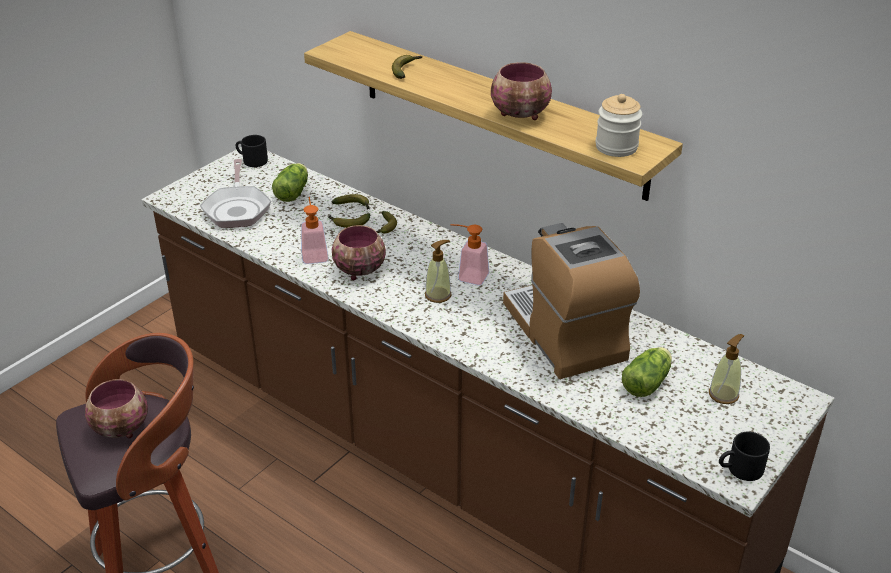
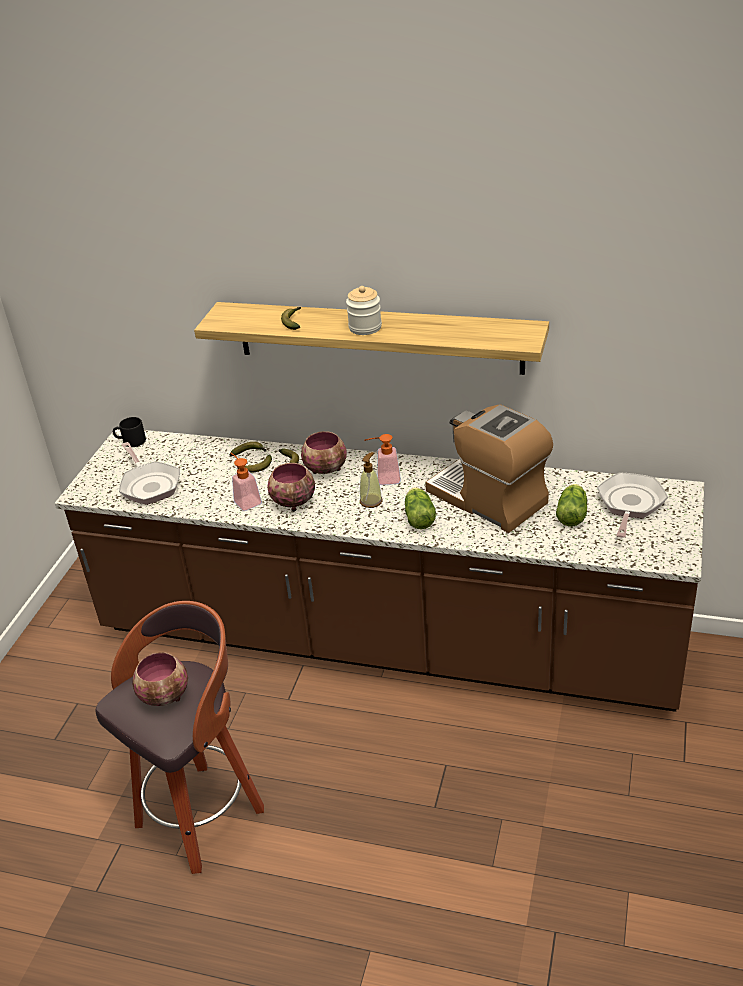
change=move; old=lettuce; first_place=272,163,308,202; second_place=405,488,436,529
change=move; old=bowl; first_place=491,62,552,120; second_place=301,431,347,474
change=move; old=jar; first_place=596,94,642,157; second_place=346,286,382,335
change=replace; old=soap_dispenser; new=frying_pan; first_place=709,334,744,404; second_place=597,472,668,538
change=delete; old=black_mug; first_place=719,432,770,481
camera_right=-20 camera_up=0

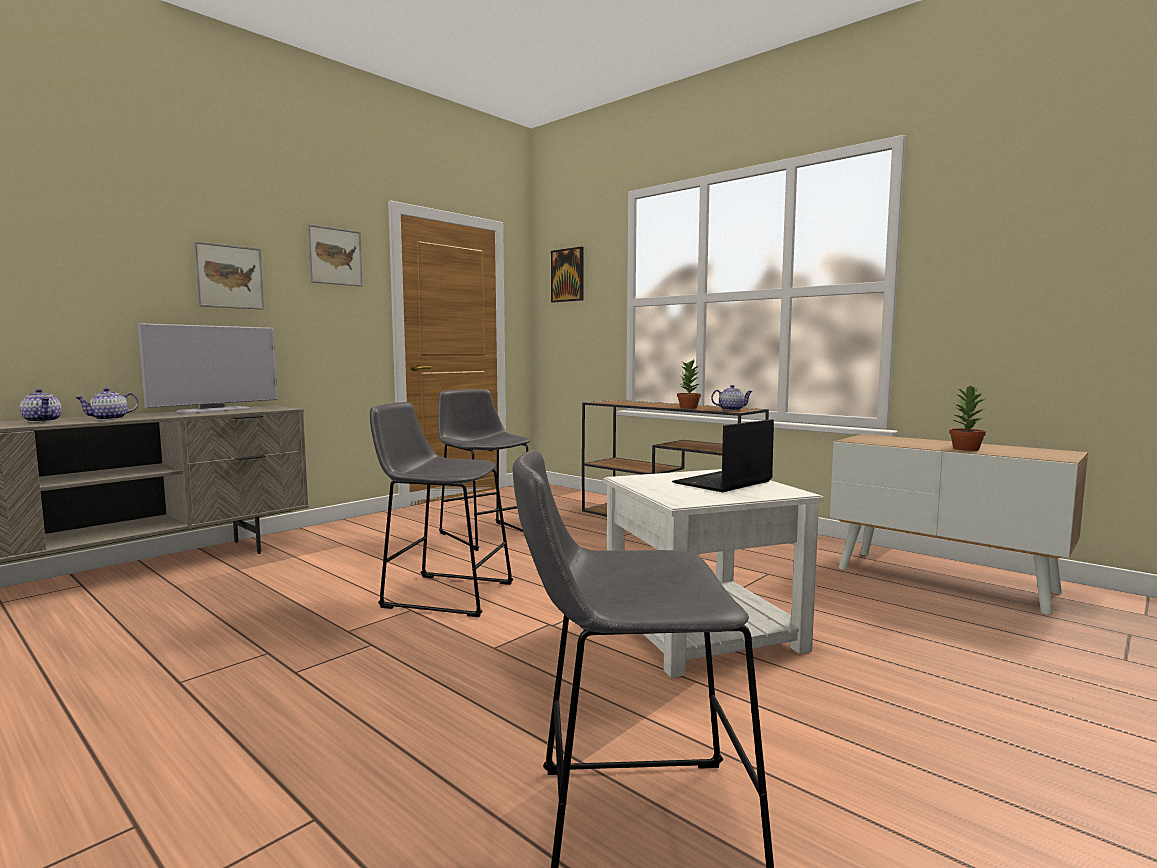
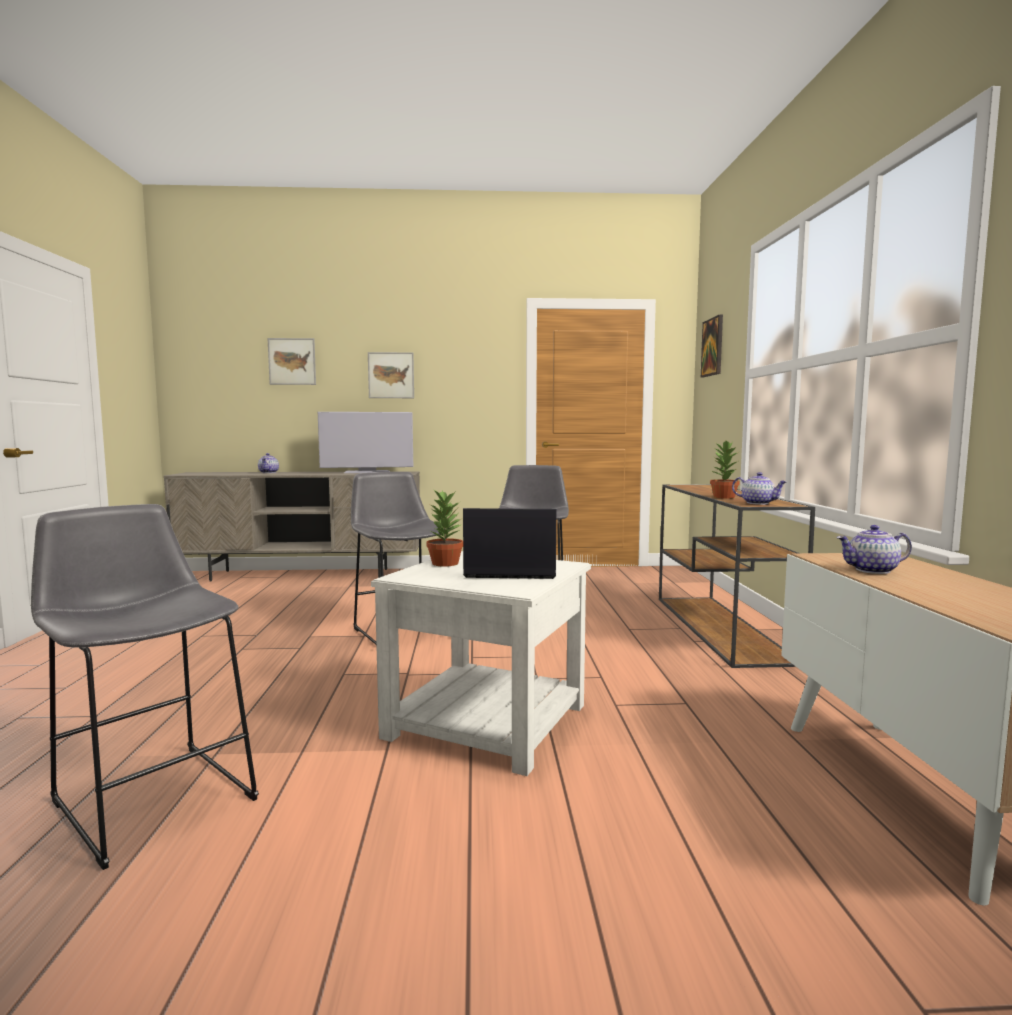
change=move; old=teapot; first_place=75,388,139,420; second_place=837,525,912,574
change=move; old=picture; first_place=307,224,363,287; second_place=267,338,316,385
change=move; old=potted_plant; first_place=949,385,986,451; second_place=427,489,463,567
camera_right=45 camera_up=0

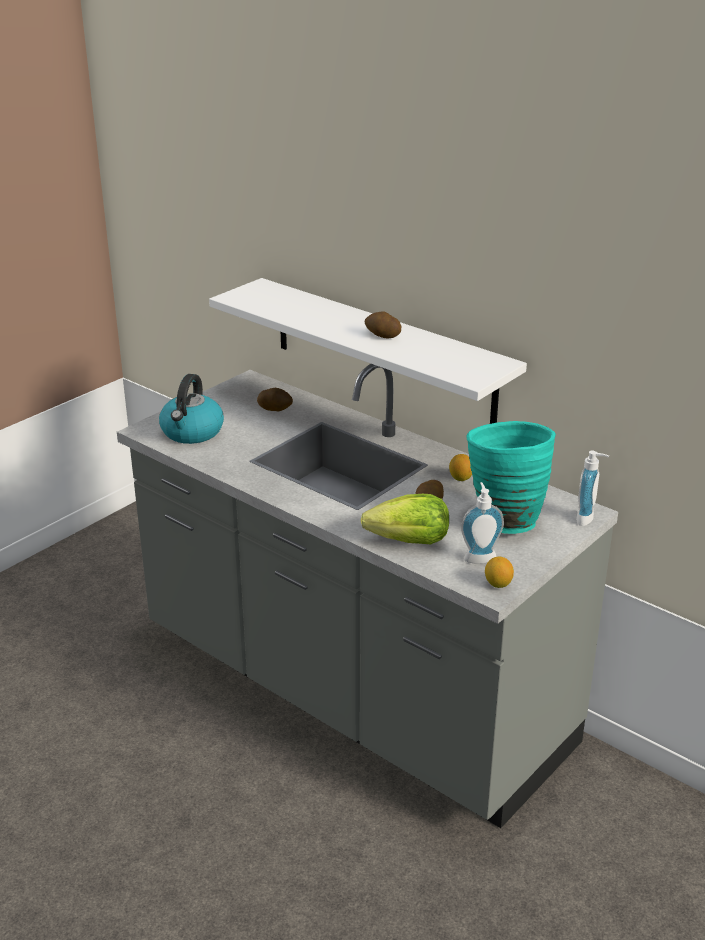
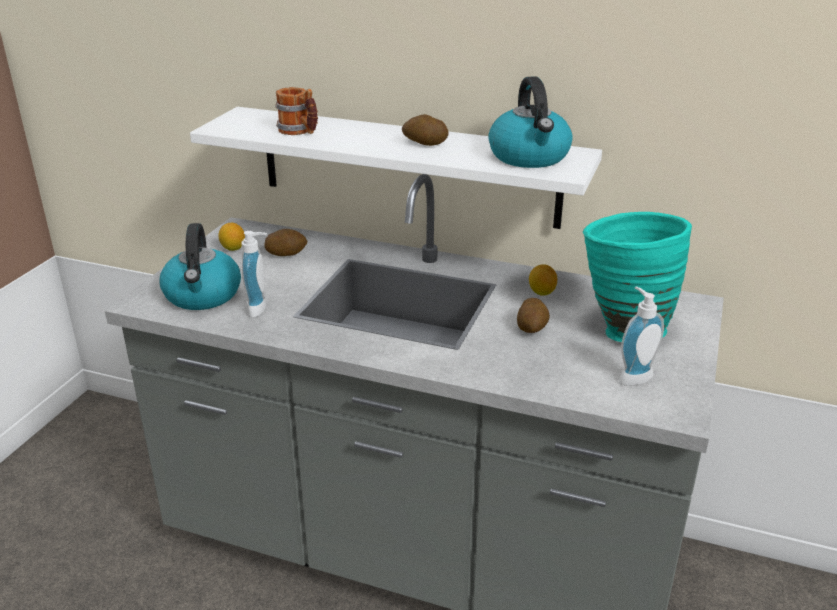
change=delete; old=lettuce; first_place=361,494,449,544
change=move; old=lemon; first_place=485,557,514,588; second_place=218,223,245,251
change=move; old=soap_dispenser; first_place=576,451,609,526; second_place=241,231,267,318
change=insert; new=mug; second_place=275,87,318,135
change=insert; new=kettle; second_place=488,76,573,168
camera_right=-20 camera_up=0

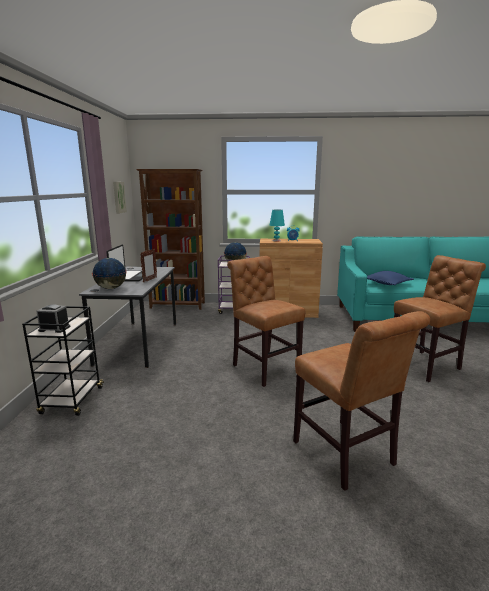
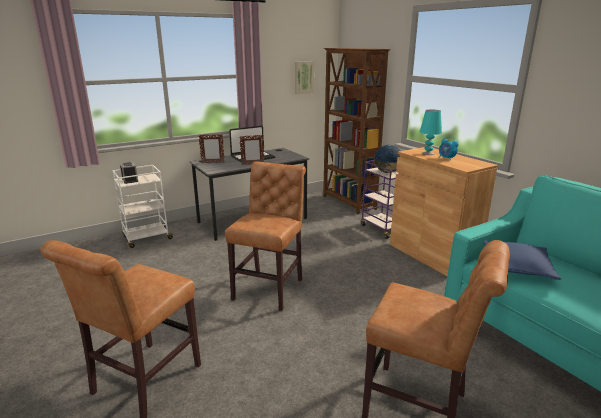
change=recolor; old=black_cart; new=white_cart; first_place=22,306,104,416; second_place=113,165,175,248
change=replace; old=globe; new=picture_frame; first_place=92,258,127,289; second_place=199,134,225,163
camera_right=55 camera_up=5

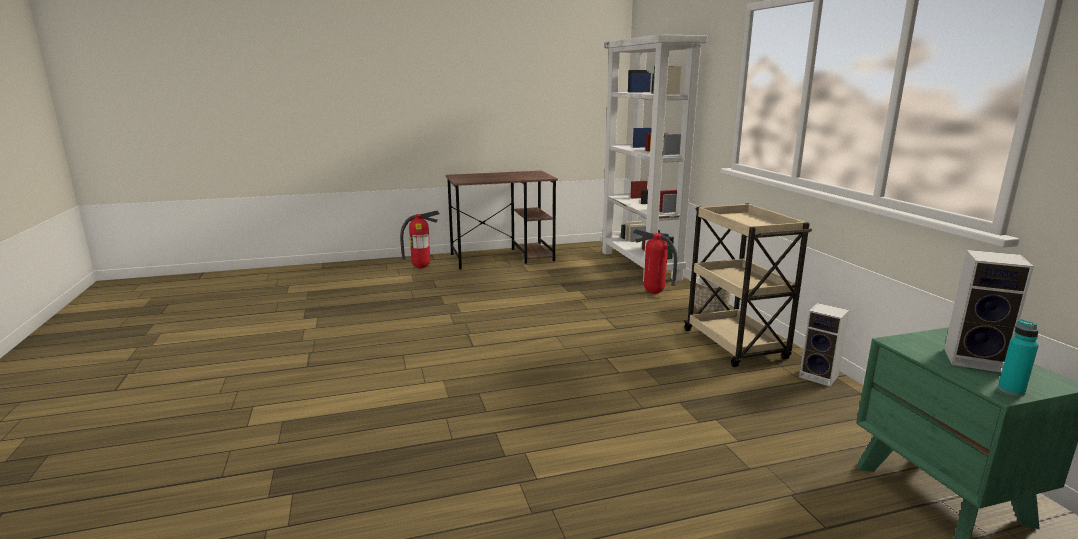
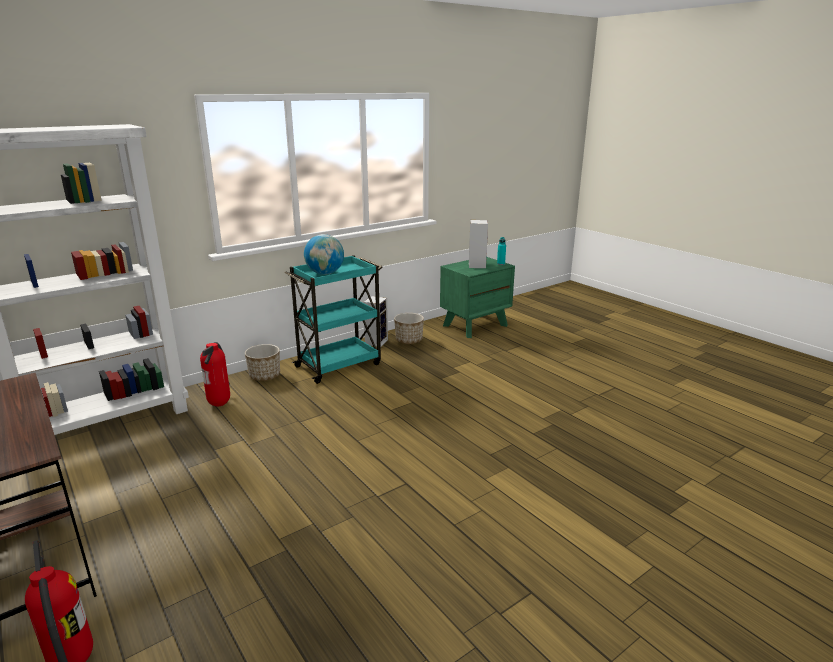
change=recolor; old=beige_cart; new=turquoise_cart; first_place=683,203,812,367; second_place=285,255,383,384
change=insert; new=globe; second_place=304,234,344,275
change=insert; new=planter; second_place=394,313,424,344
camera_right=-110 camera_up=5

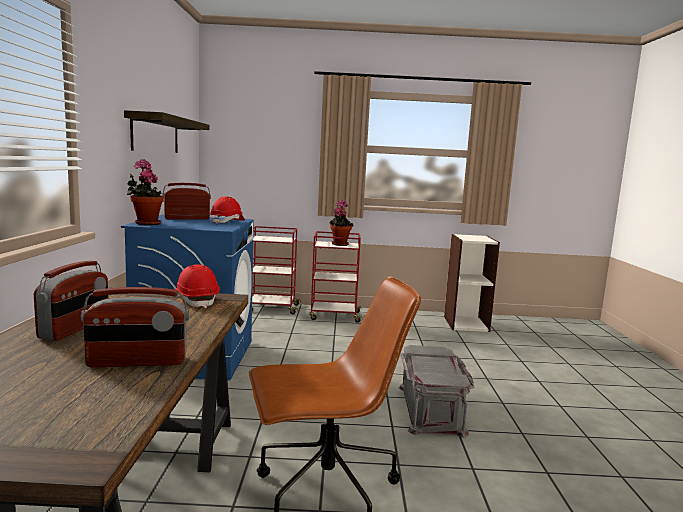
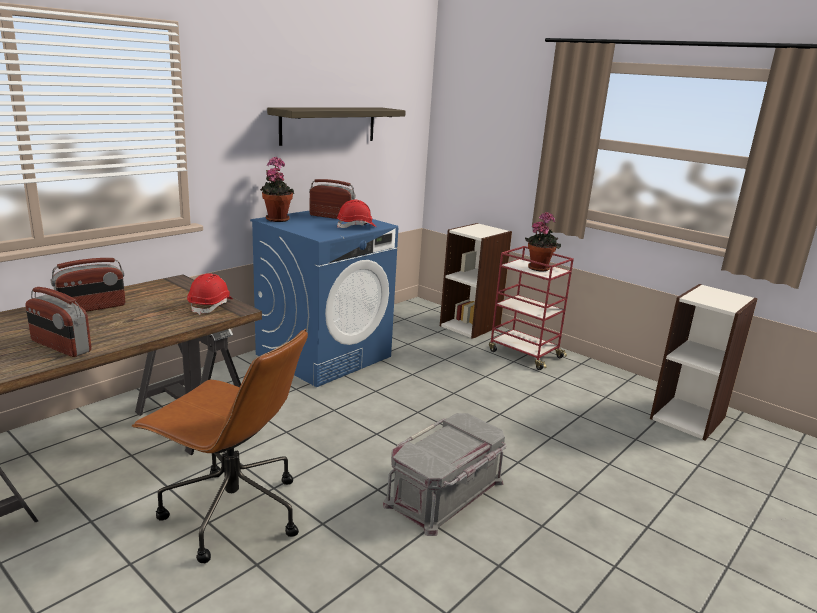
change=replace; old=red_cart; new=bookcase; first_place=252,226,301,314; second_place=440,223,512,339
camera_right=40 camera_up=10

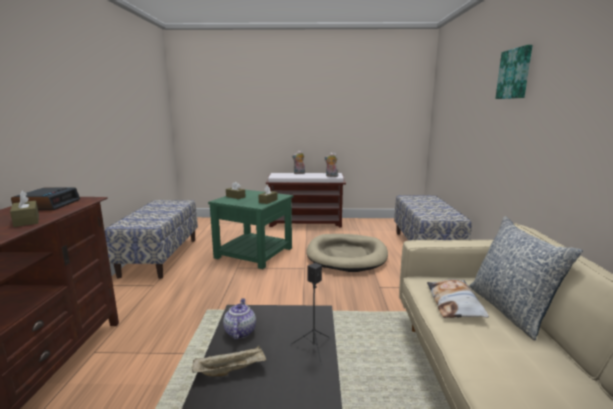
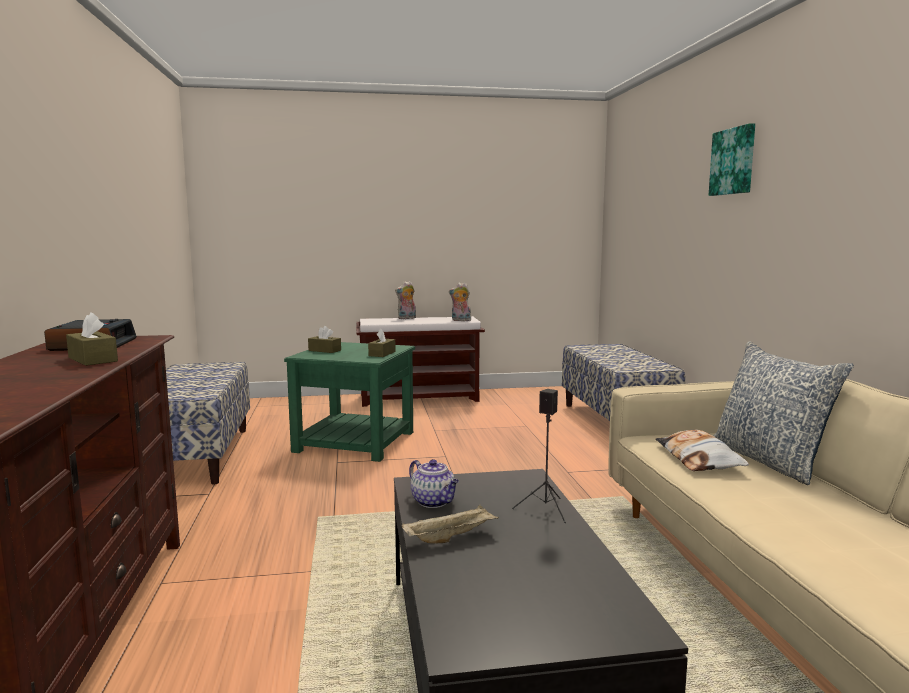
change=rotate; old=teapot; first_place=223,298,256,339; second_place=409,459,459,508; degrees=150
change=delete; old=beige_dog_bed; first_place=306,234,388,272
camera_right=-10 camera_up=-5

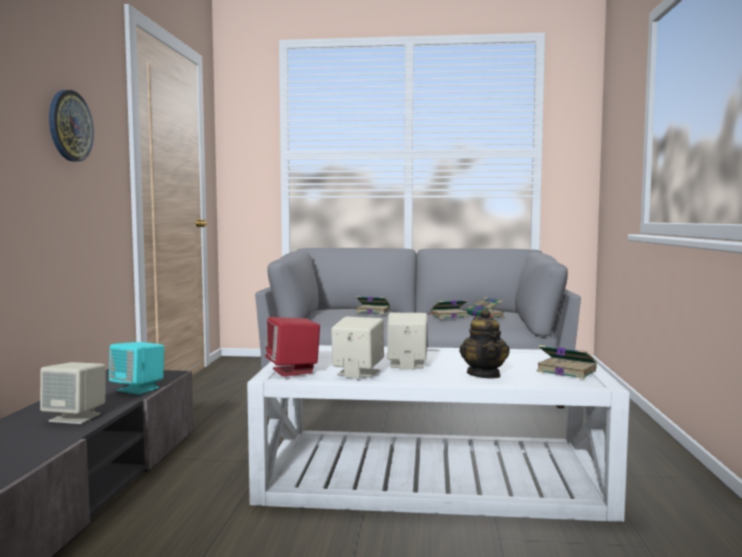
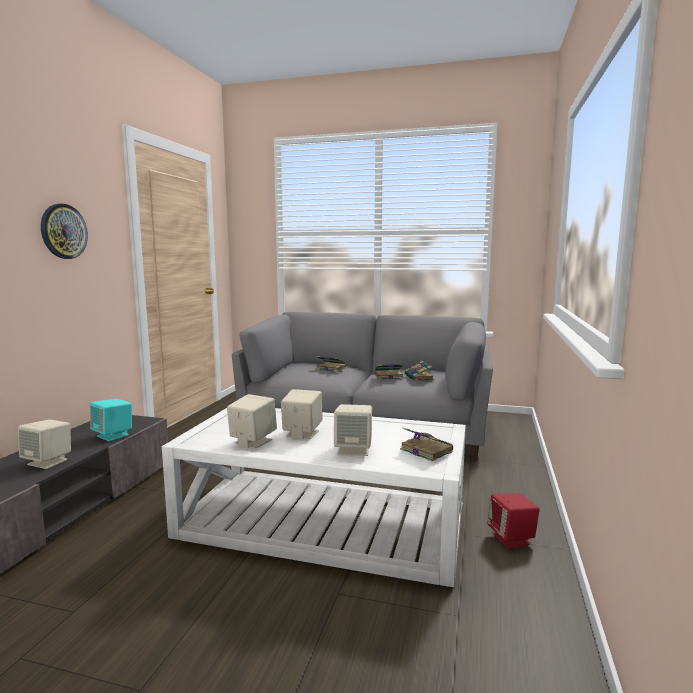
change=move; old=red_speaker; first_place=265,317,320,377; second_place=487,494,539,549
change=replace; old=teapot; new=beige_speaker; first_place=459,308,510,378; second_place=334,404,372,456
camera_right=10 camera_up=5

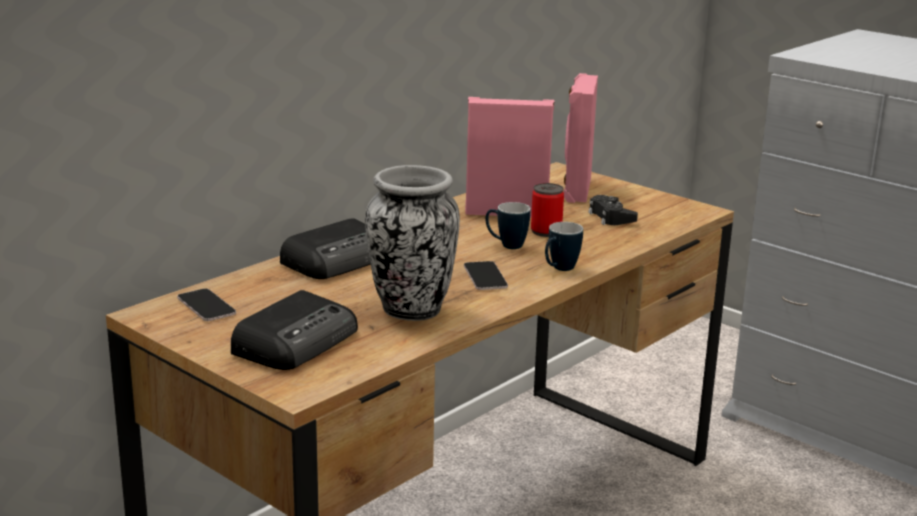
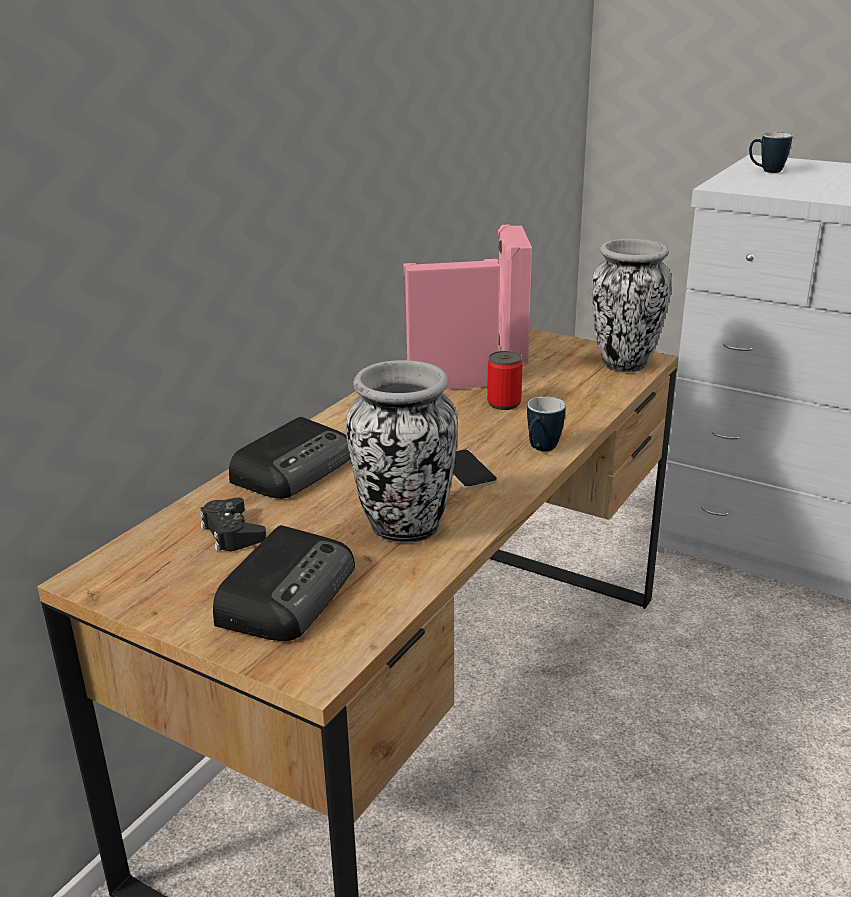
change=delete; old=phone; first_place=177,288,236,321
change=move; old=mug; first_place=485,202,531,249; second_place=749,132,793,173
change=move; old=black_game_controller; first_place=588,195,638,225; second_place=200,497,266,552
change=insert; new=vase; second_place=592,239,672,372
camera_right=-10 camera_up=5

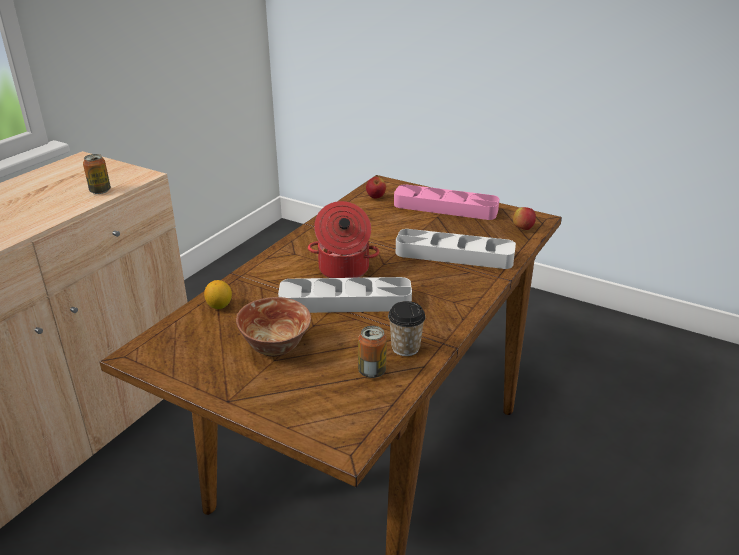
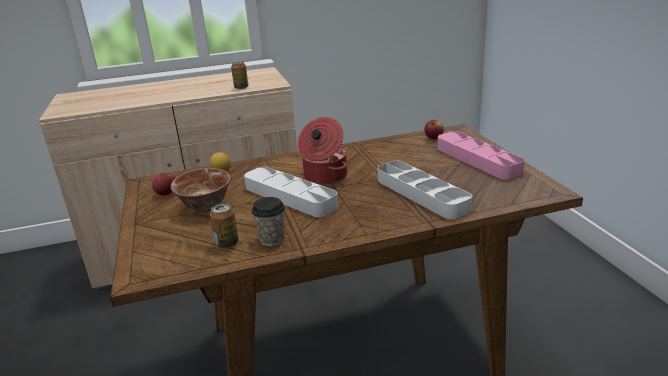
change=move; old=apple; first_place=513,207,536,230; second_place=152,172,175,195
camera_right=45 camera_up=-5

